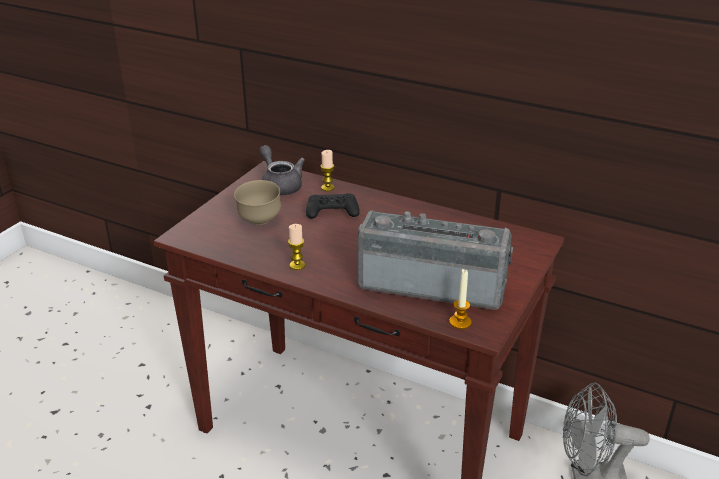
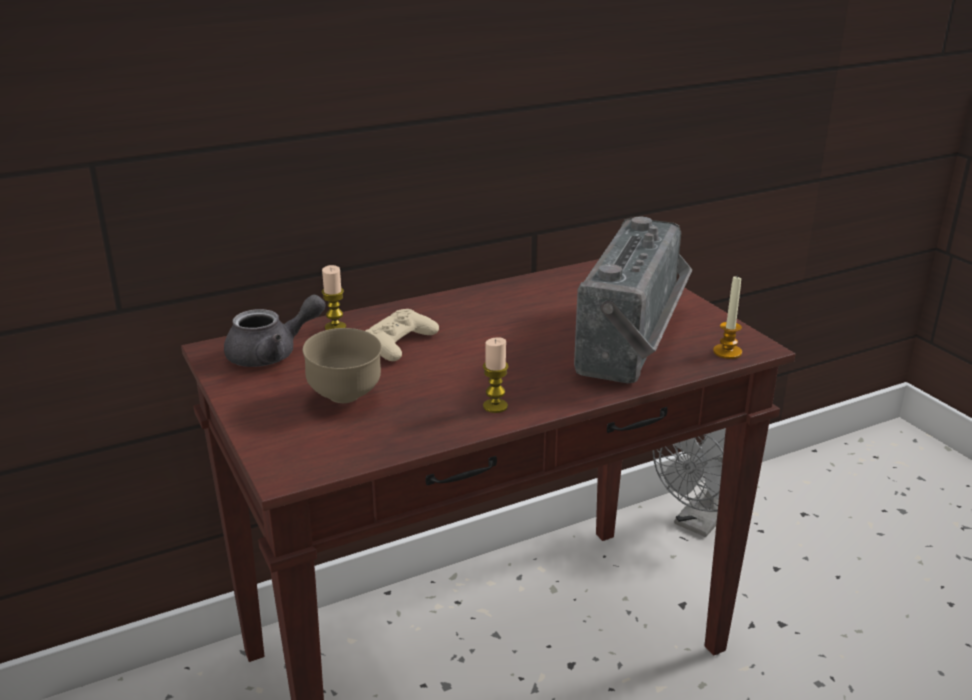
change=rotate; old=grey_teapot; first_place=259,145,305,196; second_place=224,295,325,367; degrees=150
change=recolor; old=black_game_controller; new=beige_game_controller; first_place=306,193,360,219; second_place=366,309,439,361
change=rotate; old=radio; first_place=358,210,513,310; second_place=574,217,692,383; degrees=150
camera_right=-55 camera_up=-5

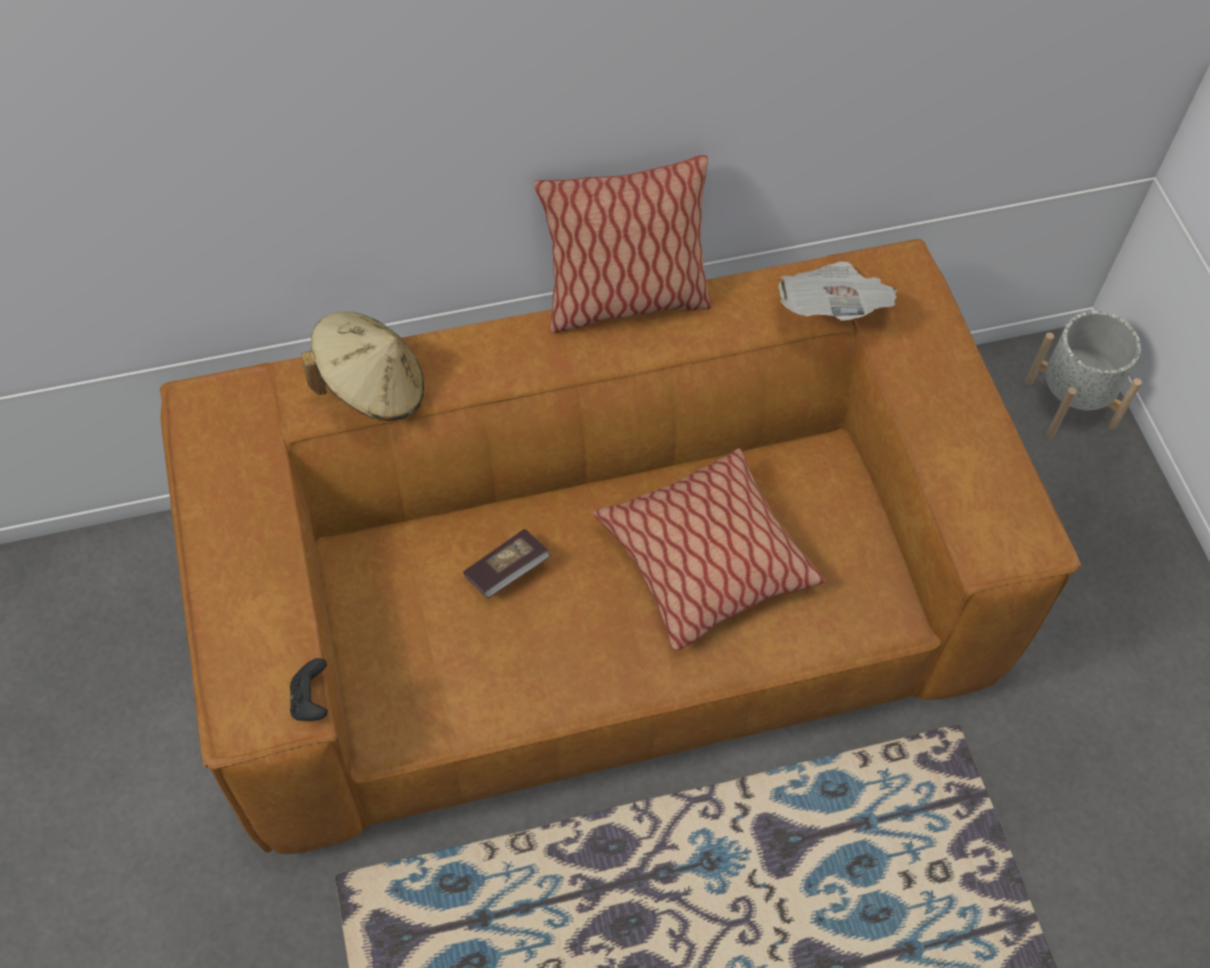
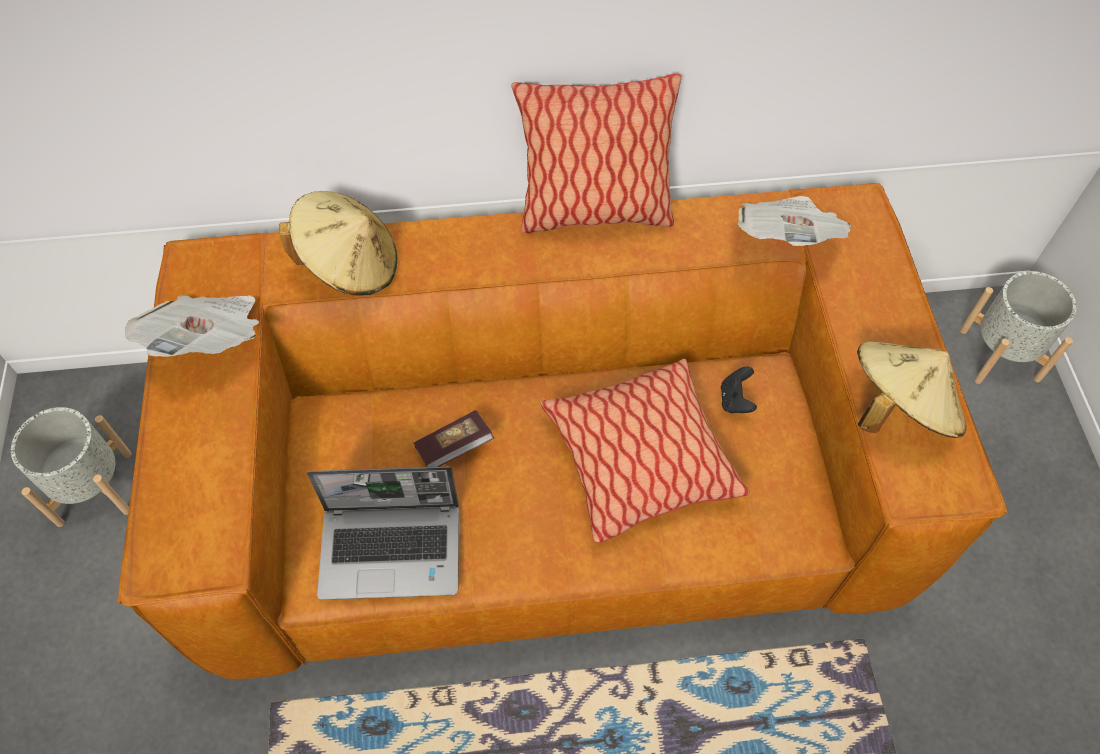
change=move; old=black_game_controller; first_place=290,658,328,721; second_place=721,367,757,413
change=insert; new=grey_planter; second_place=11,407,132,527
change=insert; new=newspaper; second_place=125,295,259,357
change=insert; new=laptop; second_place=307,466,459,600
change=insert; new=beige_hat; second_place=857,341,966,438
camera_right=10 camera_up=0

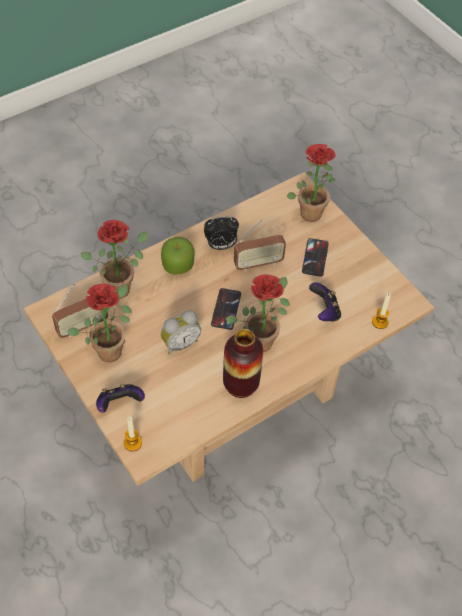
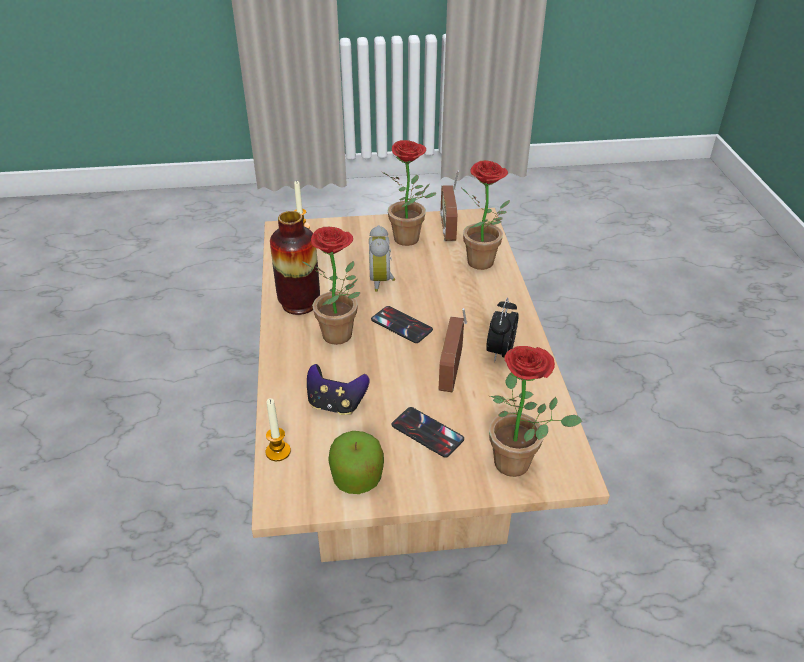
change=delete; old=game_controller; first_place=96,384,145,412
change=move; old=apple; first_place=161,237,194,275; second_place=328,431,384,494
camera_right=120 camera_up=-15

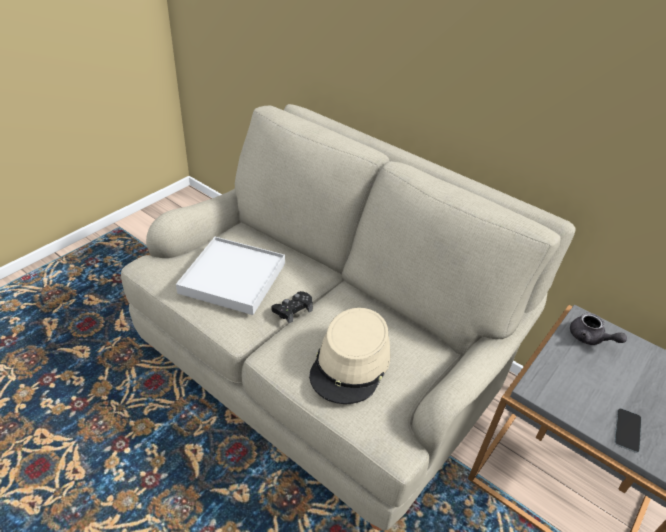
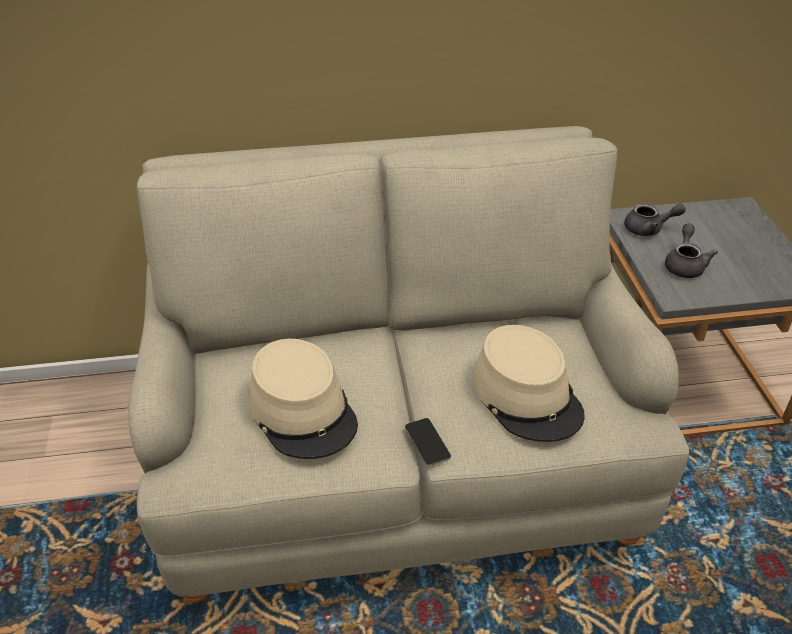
change=replace; old=white_tray; new=beige_hat; first_place=176,237,285,315; second_place=249,339,358,459
change=delete; old=black_game_controller; first_place=272,291,313,323
change=move; old=phone; first_place=615,408,641,453; second_place=405,418,451,466
change=insert; new=grey_teapot; second_place=665,223,718,278
camera_right=-45 camera_up=0

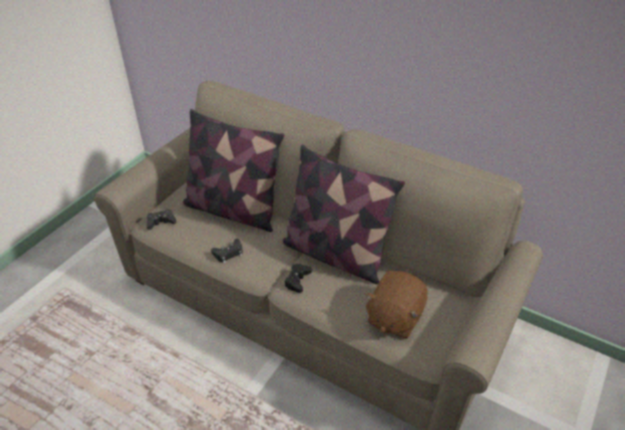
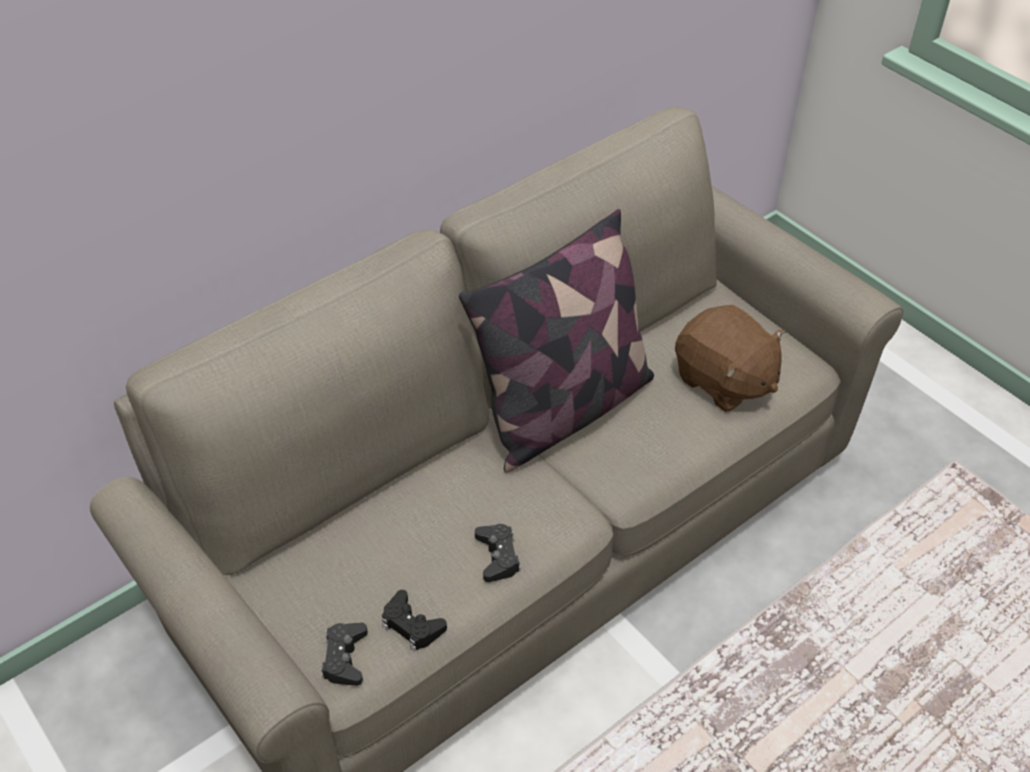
change=delete; old=pillow; first_place=182,109,284,232
change=move; old=black_game_controller; first_place=284,264,312,293; second_place=382,590,447,651
camera_right=-70 camera_up=5

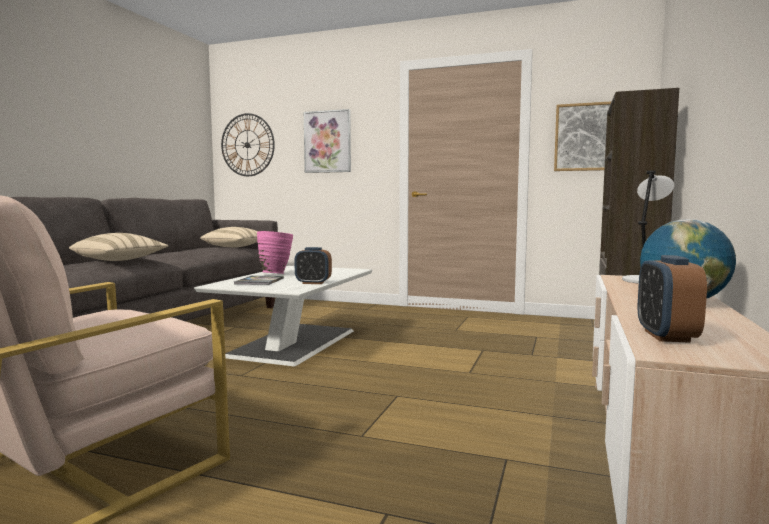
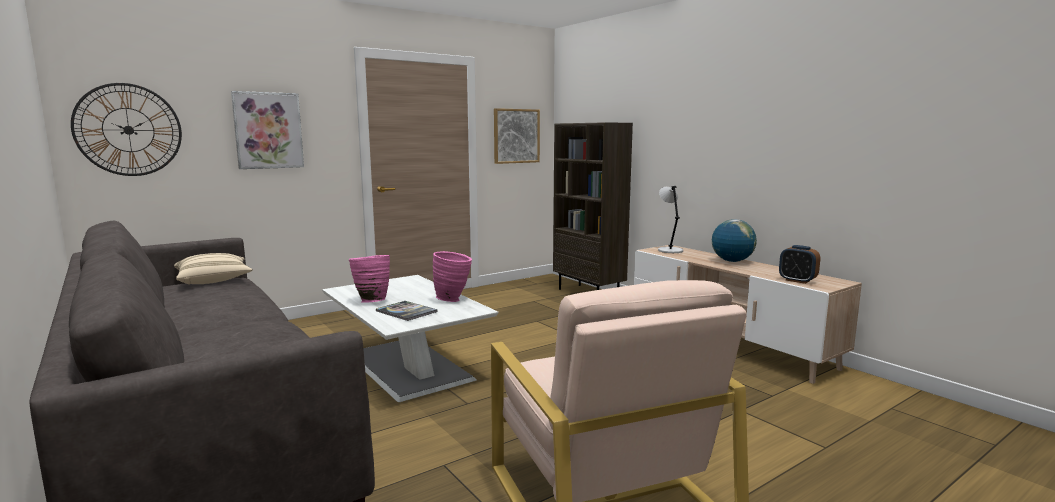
change=delete; old=beige_pillow; first_place=69,233,168,261
change=replace; old=alarm_clock; new=pink_vase; first_place=294,247,332,284; second_place=433,251,472,302
camera_right=-55 camera_up=5

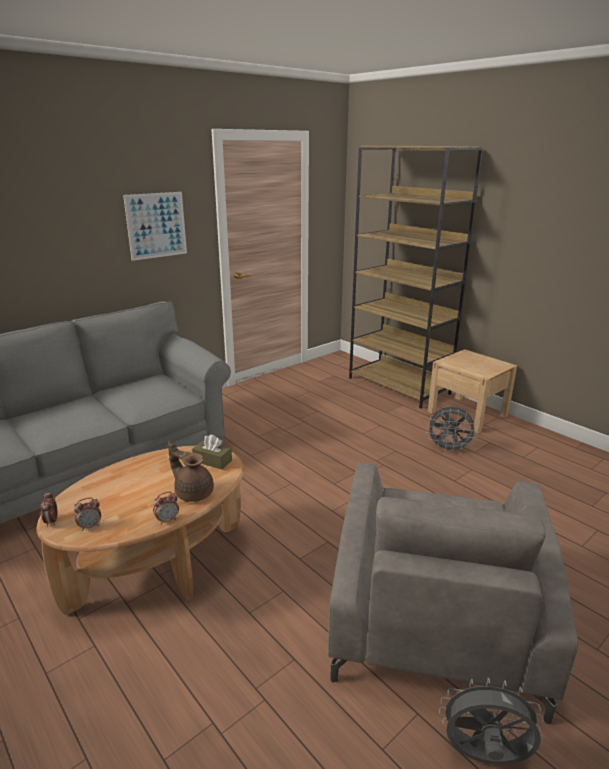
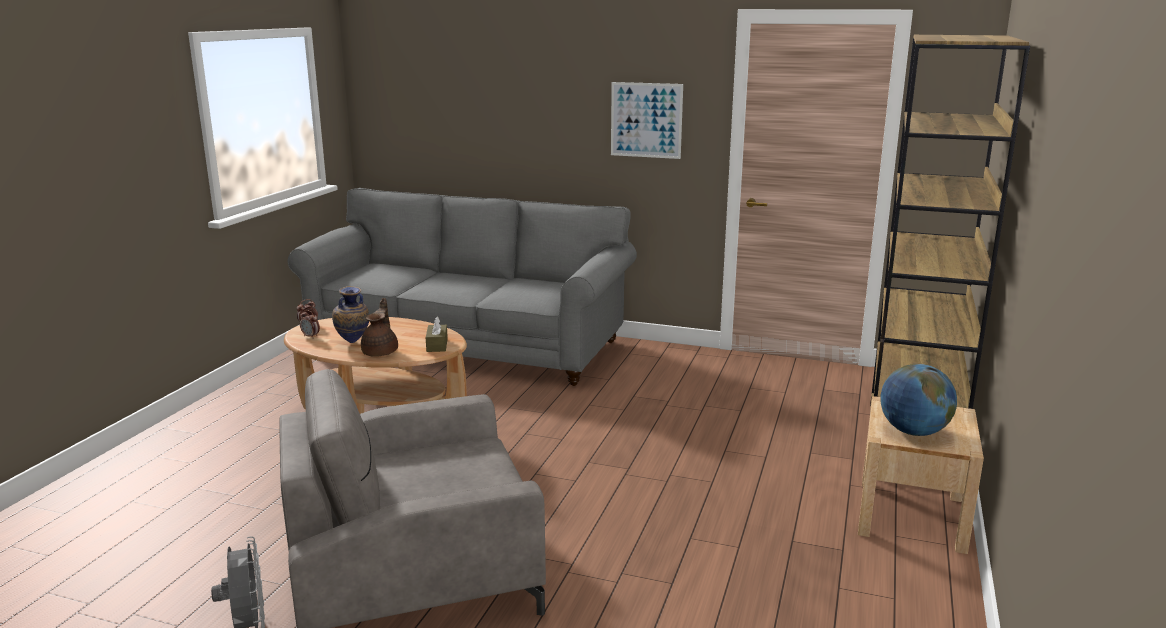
change=delete; old=alarm_clock; first_place=153,492,179,525
change=delete; old=grey_fan; first_place=426,407,478,453
change=insert; new=vase; second_place=332,286,369,343
change=insert; new=globe; second_place=880,364,957,436
camera_right=60 camera_up=-5

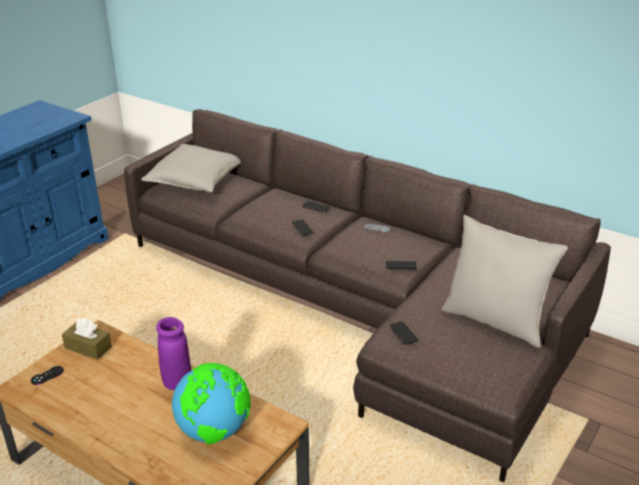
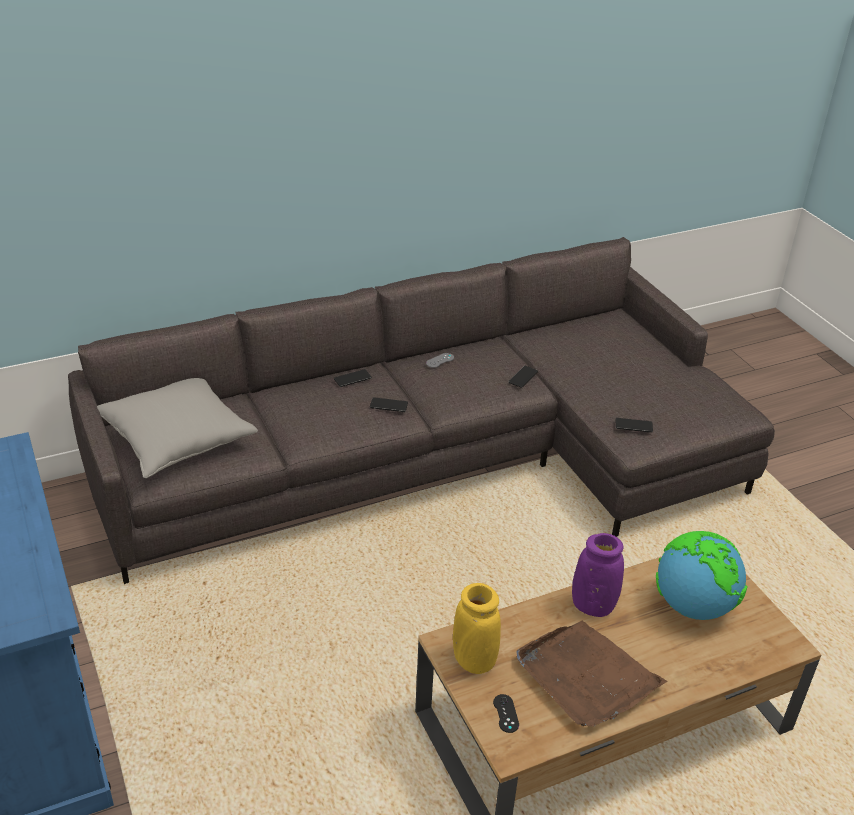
change=replace; old=brown_tissue_box; new=yellow_vase; first_place=62,318,112,359; second_place=453,583,501,674
change=delete; old=grey_pillow; first_place=442,215,568,348
change=insert; new=brown_tray; second_place=516,621,667,727
camera_right=-60 camera_up=5

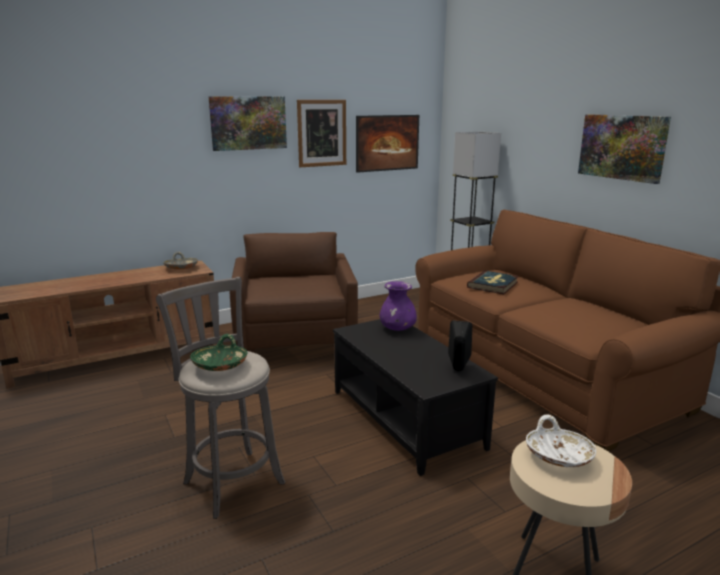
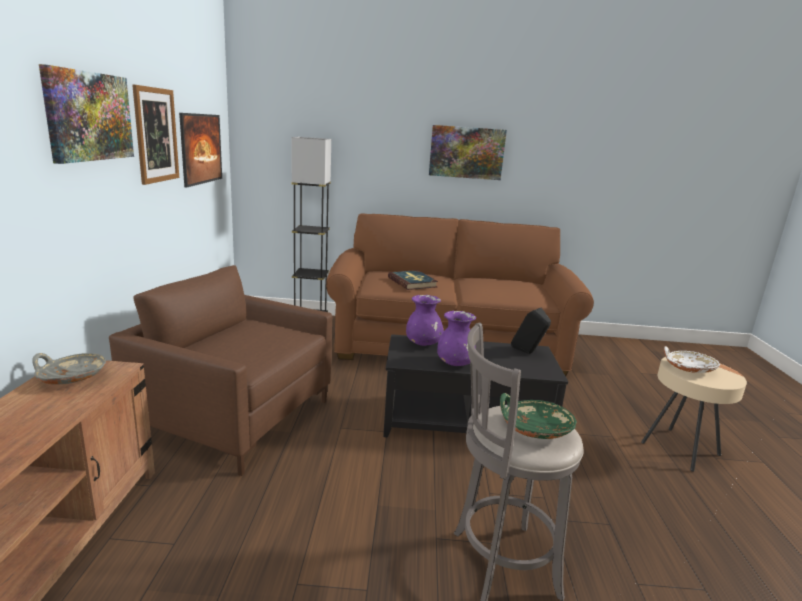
change=insert; new=purple_vase; second_place=437,311,476,366
camera_right=-60 camera_up=0

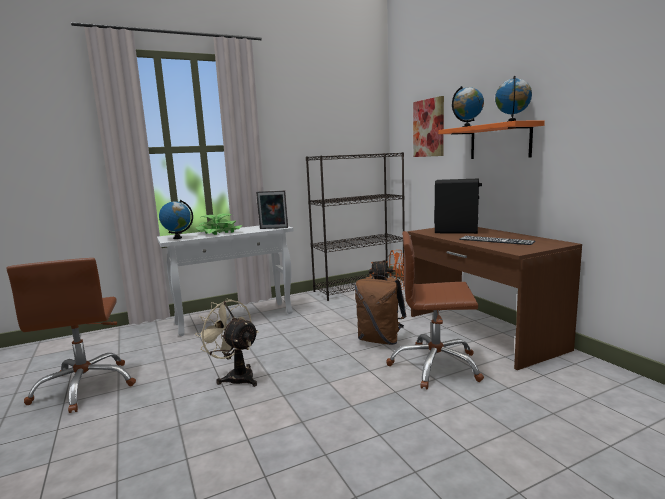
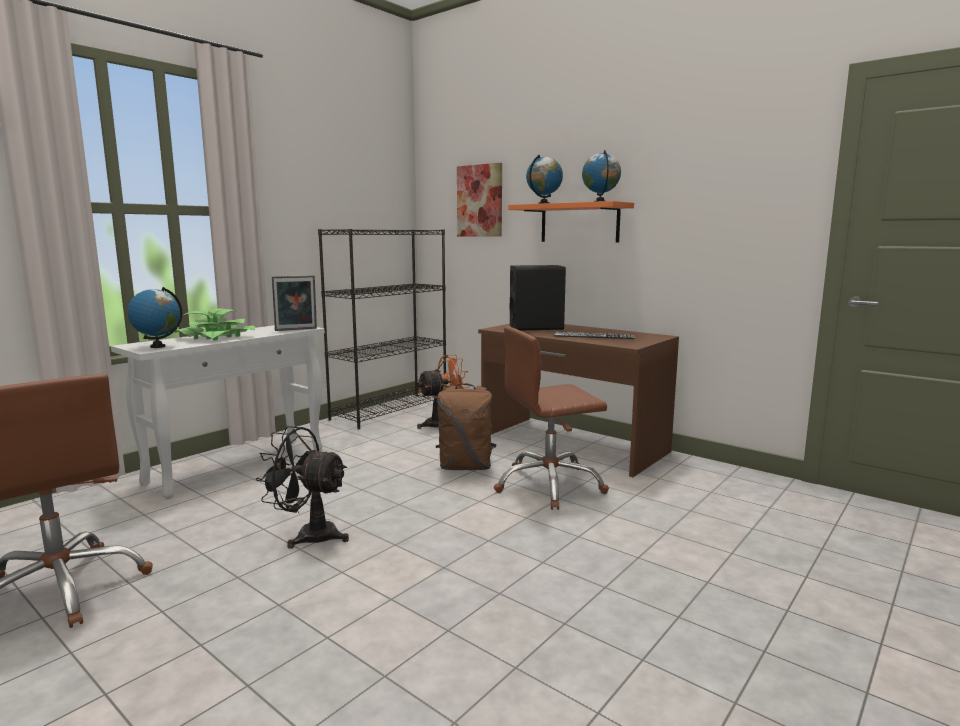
change=recolor; old=beige_fan; new=black_fan; first_place=195,298,259,387; second_place=256,426,349,549
camera_right=-25 camera_up=0

